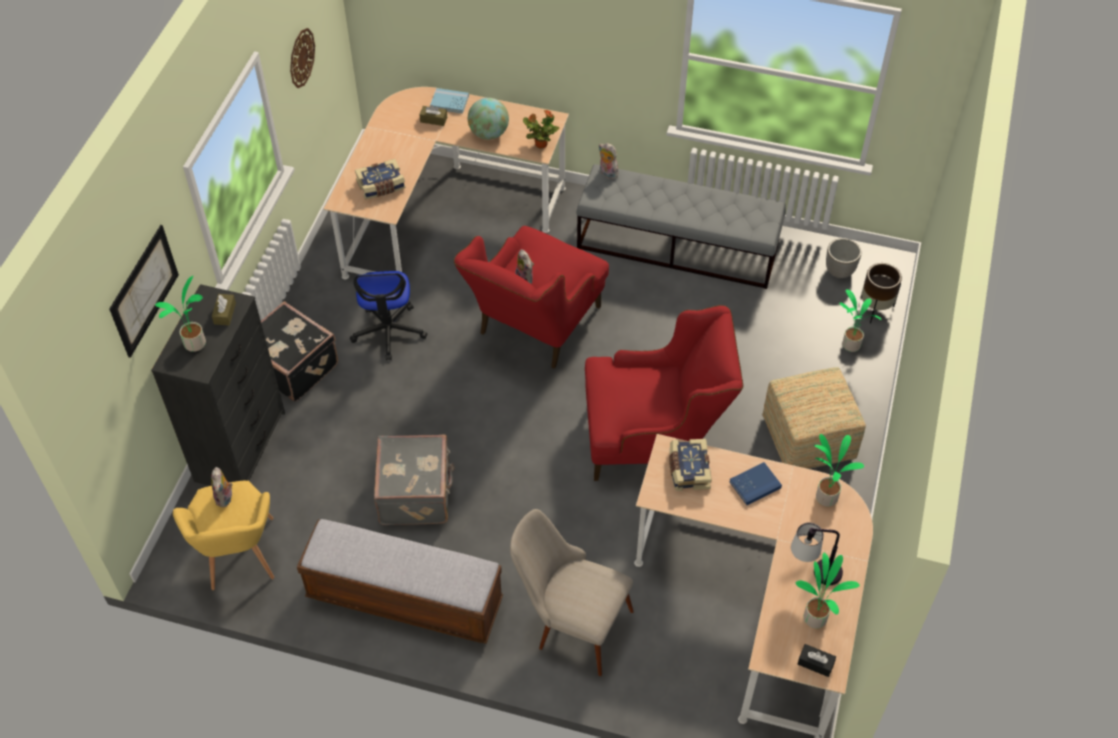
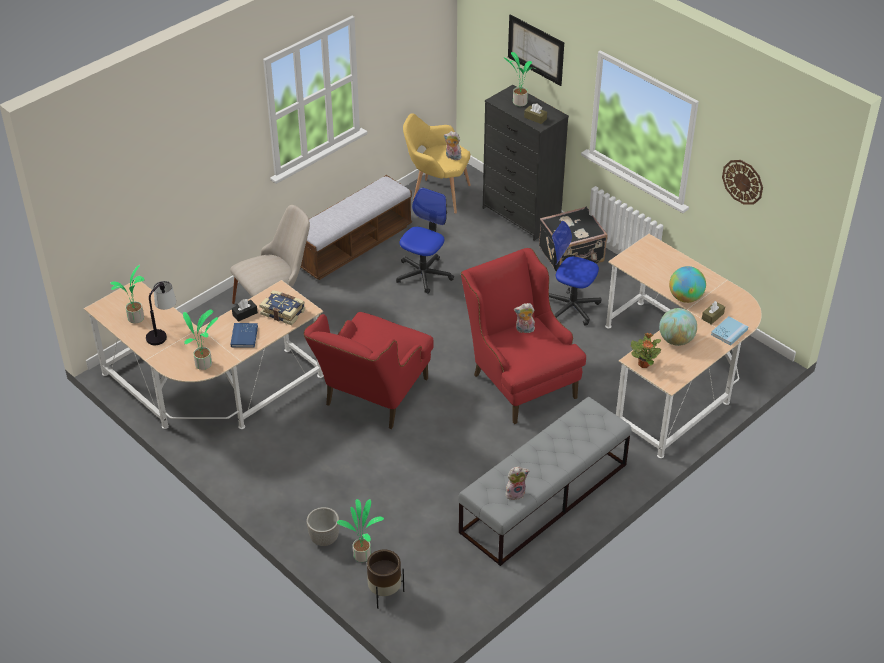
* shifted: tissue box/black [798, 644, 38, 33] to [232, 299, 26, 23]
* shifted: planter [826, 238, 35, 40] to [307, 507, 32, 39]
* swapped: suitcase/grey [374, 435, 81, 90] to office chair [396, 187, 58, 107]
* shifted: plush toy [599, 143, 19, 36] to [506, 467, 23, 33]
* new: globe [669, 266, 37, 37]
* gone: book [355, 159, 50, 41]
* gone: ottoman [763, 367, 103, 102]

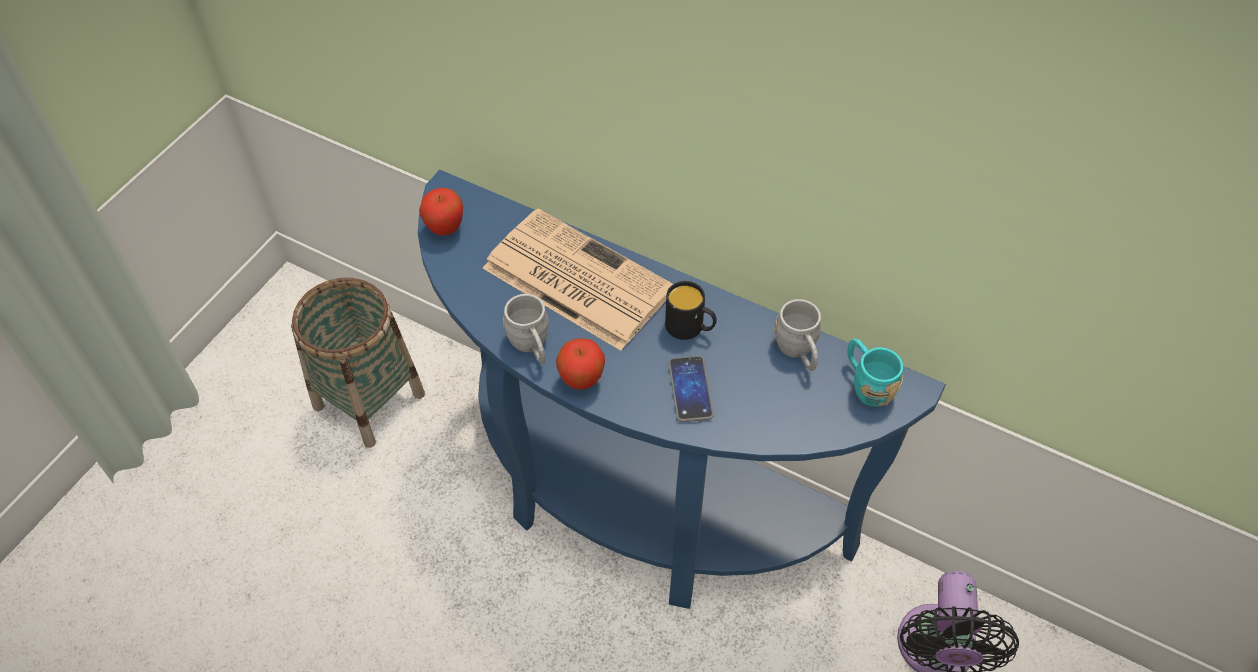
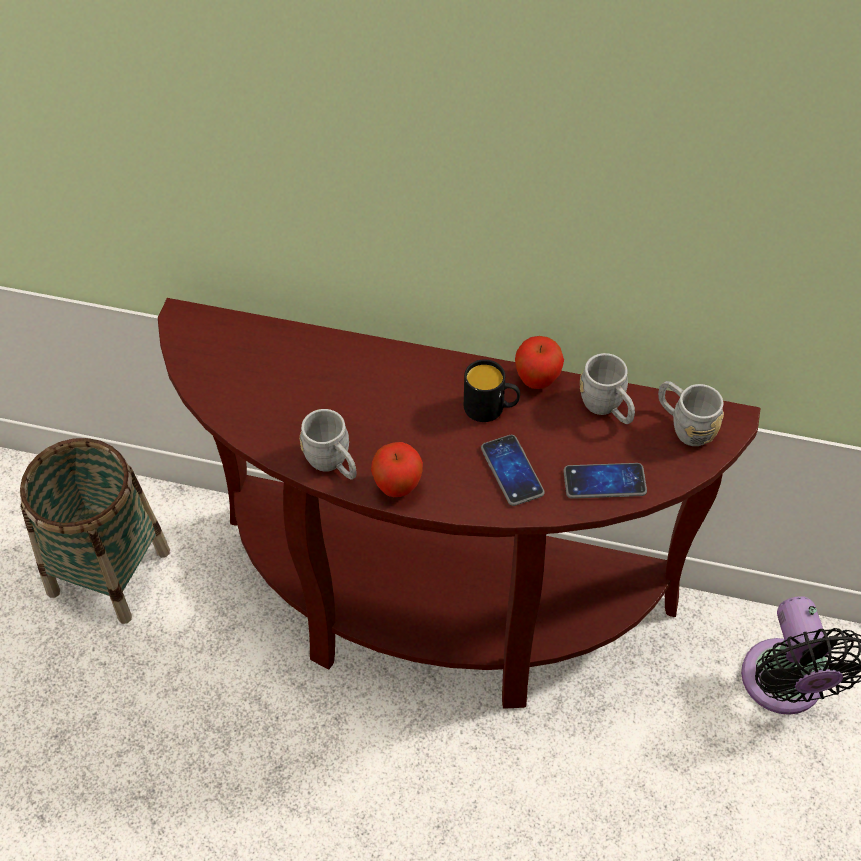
* repainted: console table/blue [418, 170, 528, 439] to console table/brown [158, 298, 602, 411]
* shifted: apple [419, 188, 44, 48] to [515, 336, 49, 53]
* new: phone [563, 463, 84, 36]
* repainted: mug/turquoise [847, 338, 56, 69] to mug/grey [658, 381, 66, 65]
* gone: newspaper [483, 208, 190, 143]

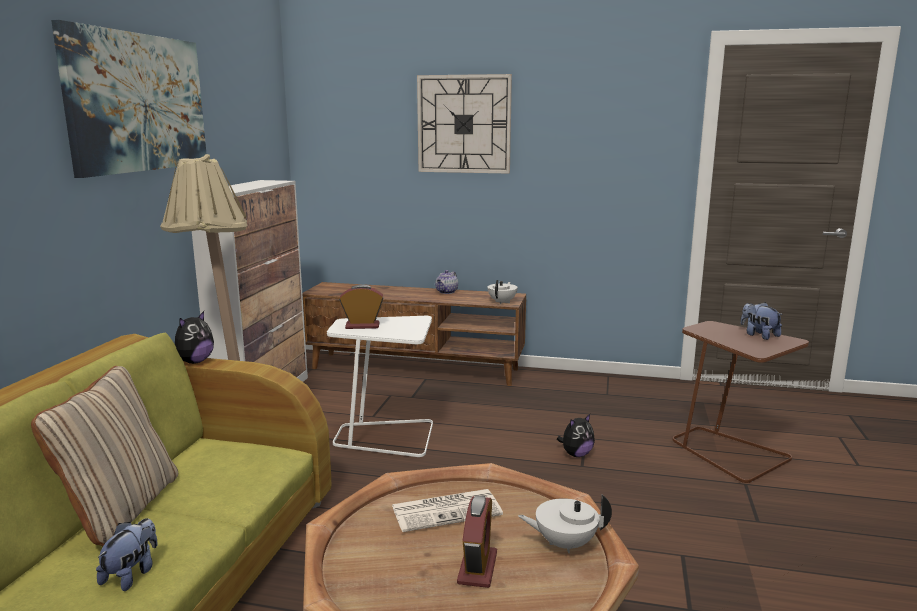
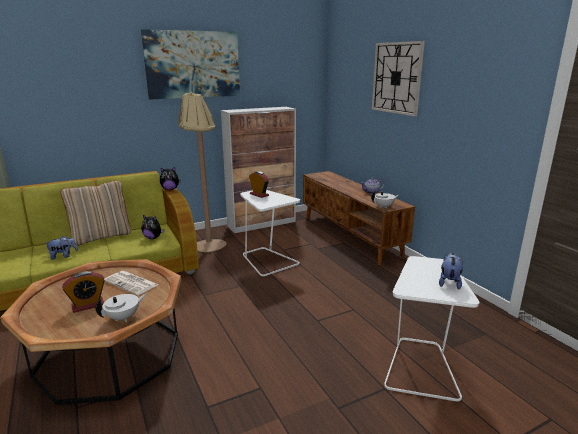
* rotated: teapot/white [518, 495, 94, 58] = [95, 293, 51, 29] 90 degrees clockwise
* shifted: plush toy [557, 414, 38, 43] to [142, 215, 23, 24]
* repainted: side table/brown [672, 321, 137, 162] to side table/white [384, 256, 96, 145]

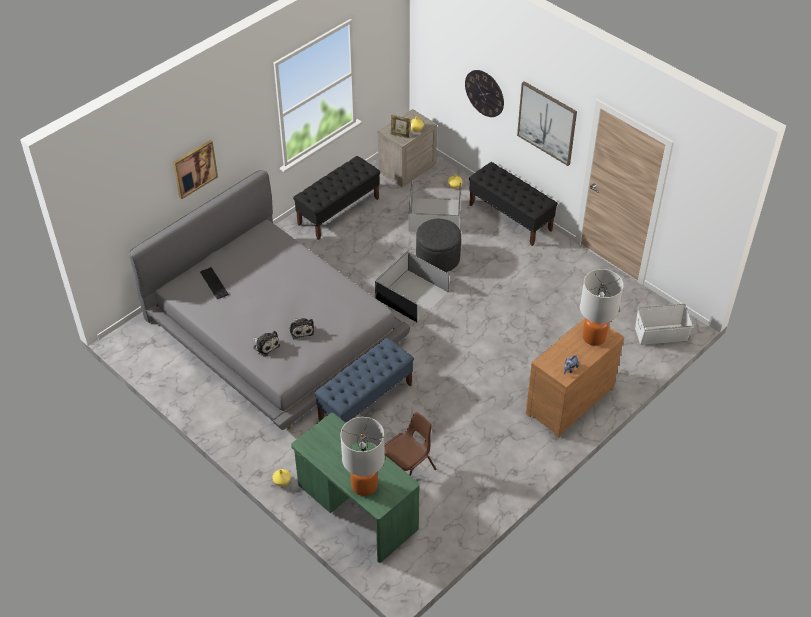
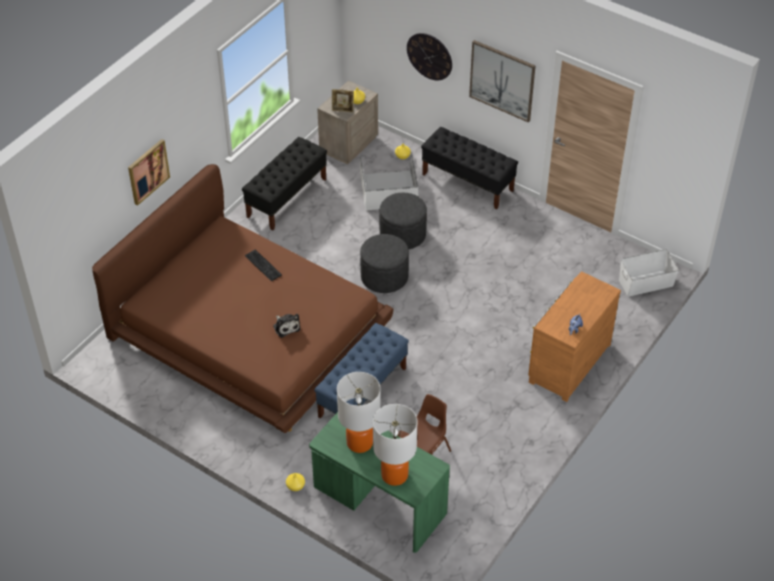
* repainted: bed/grey [129, 170, 281, 260] to bed/brown [92, 164, 302, 269]
* shifted: keyboard [200, 267, 29, 32] to [245, 250, 37, 31]
* shifted: table lamp [580, 269, 44, 77] to [337, 372, 44, 81]
* swapped: storage box/black [375, 251, 74, 71] to ottoman/grey [360, 234, 49, 59]
* gone: plush toy [252, 331, 28, 26]

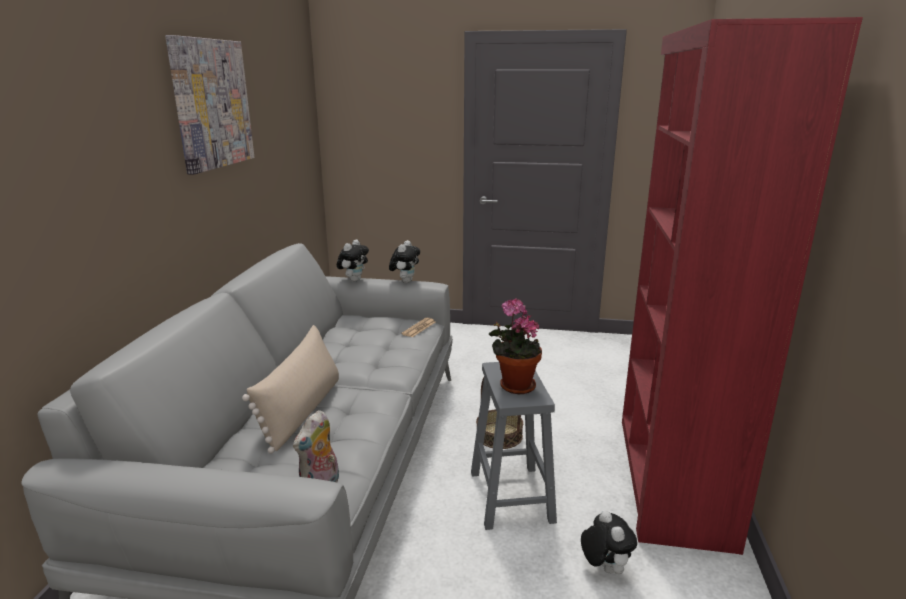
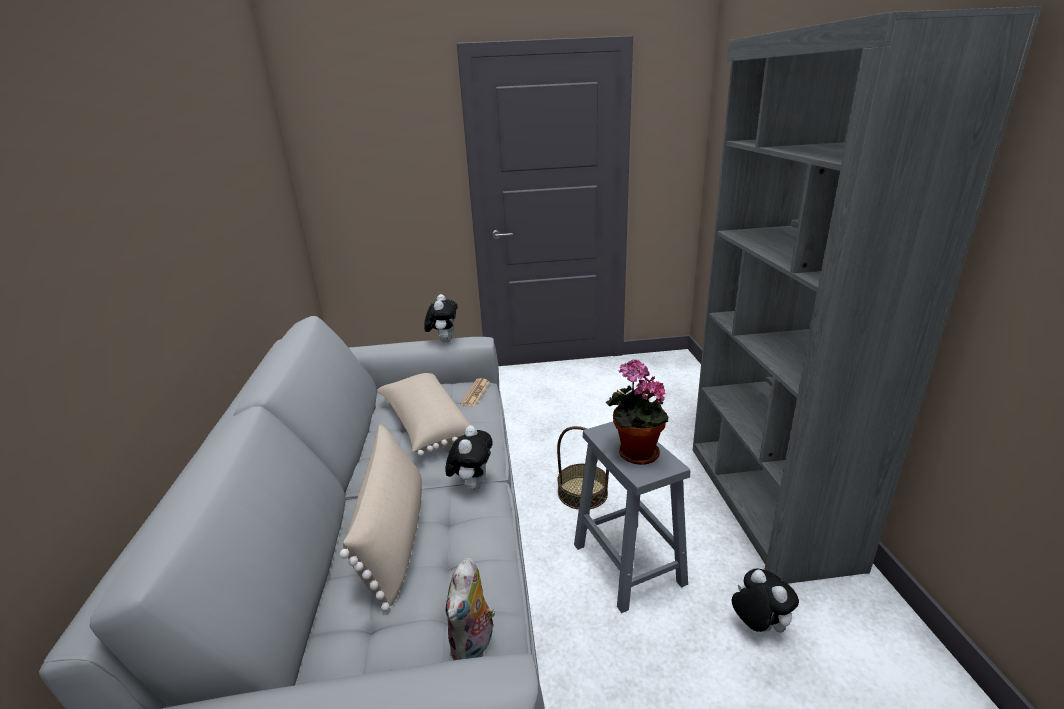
* new: pillow/beige [377, 373, 94, 83]
* shifted: plush toy [337, 239, 32, 43] to [445, 425, 48, 65]
* repainted: bookcase/red [622, 17, 241, 538] to bookcase/grey [693, 6, 350, 578]
* gone: picture [165, 35, 89, 140]

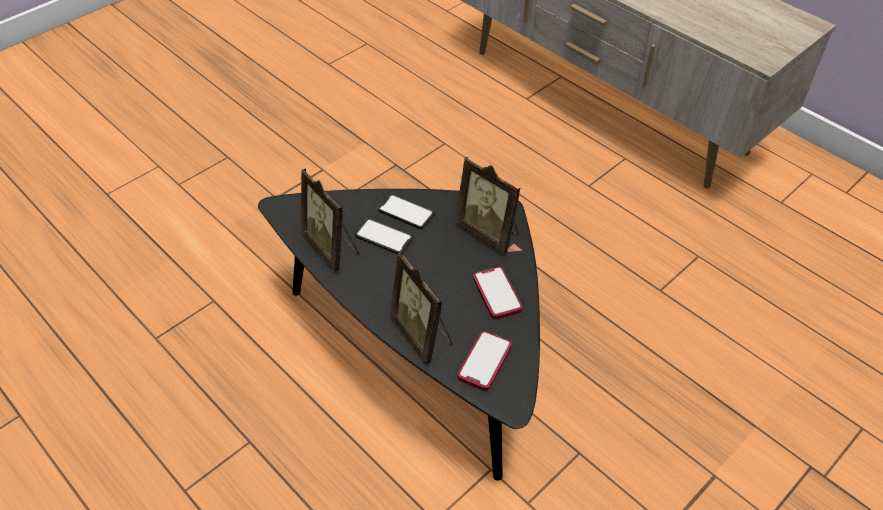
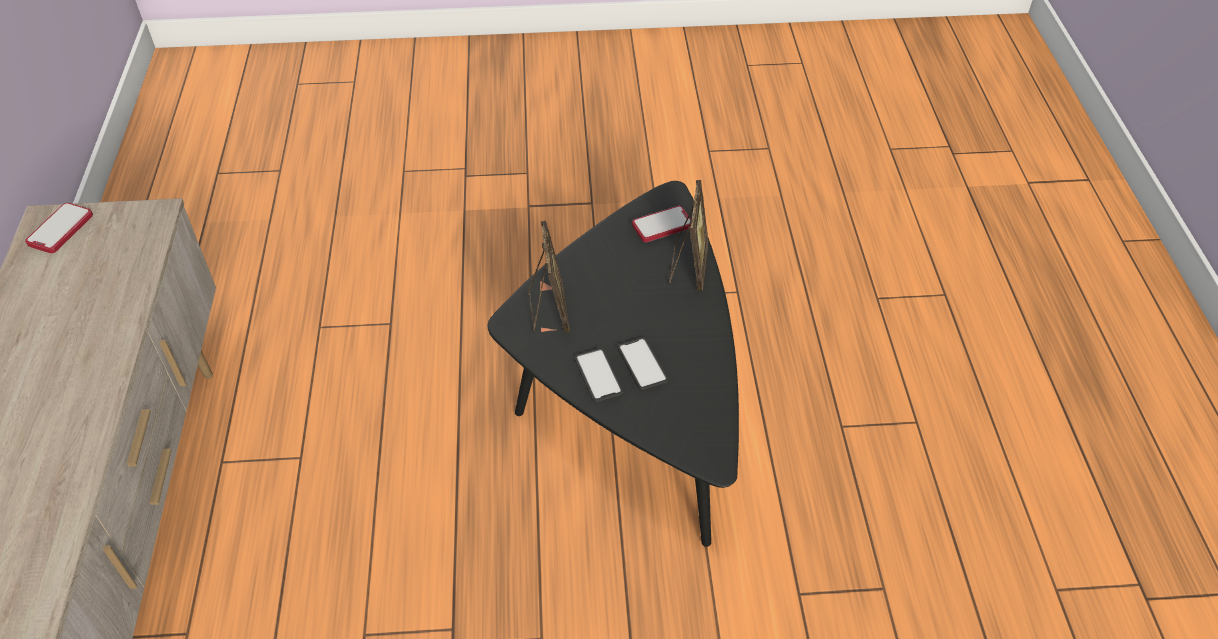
* shifted: phone [473, 267, 49, 52] to [25, 203, 68, 50]
* gone: picture frame [301, 168, 58, 104]

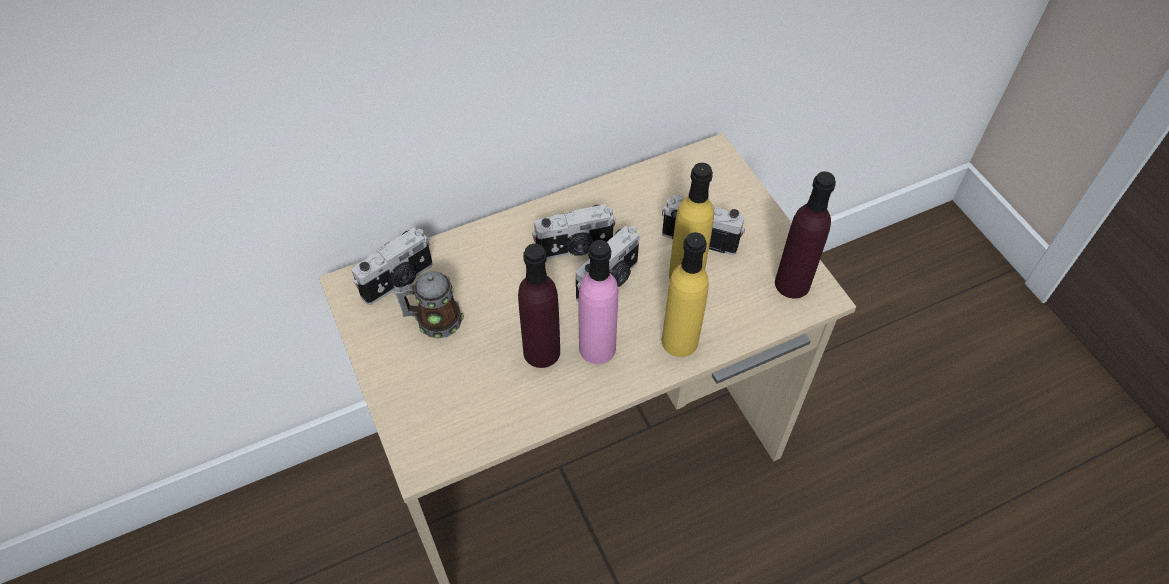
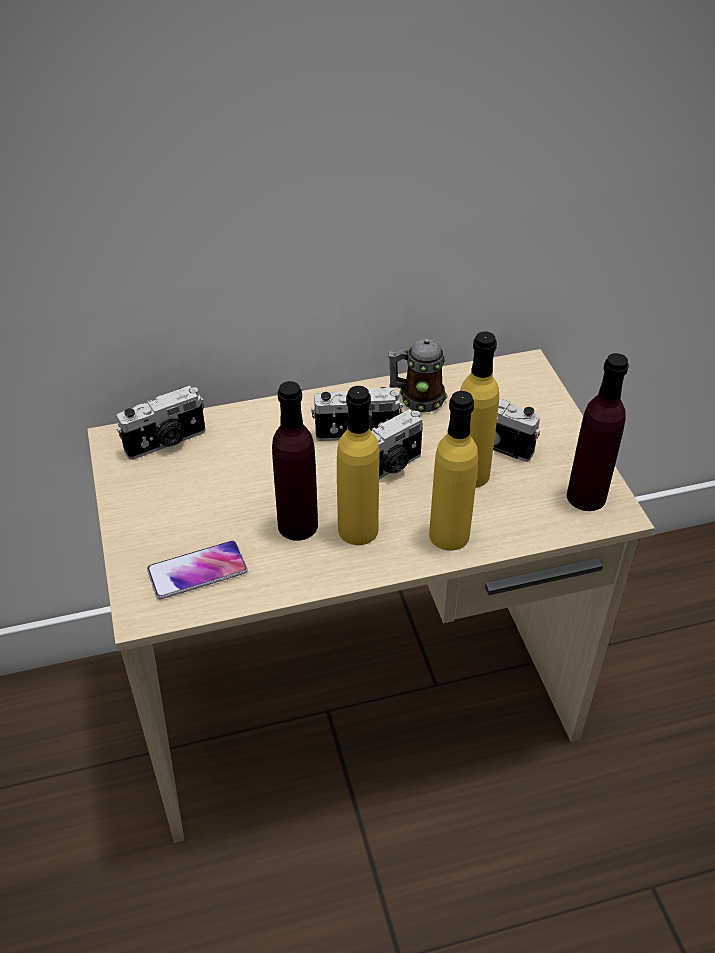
* new: phone [147, 541, 101, 58]
* repainted: bottle/pink [578, 240, 40, 124] to bottle/yellow [337, 386, 42, 159]
* shifted: mug [394, 271, 70, 68] to [388, 338, 59, 74]

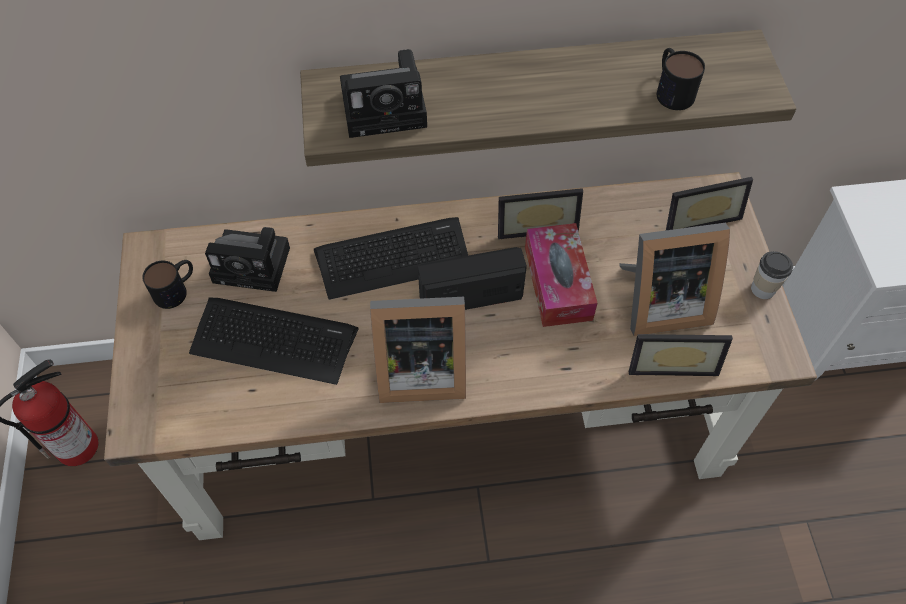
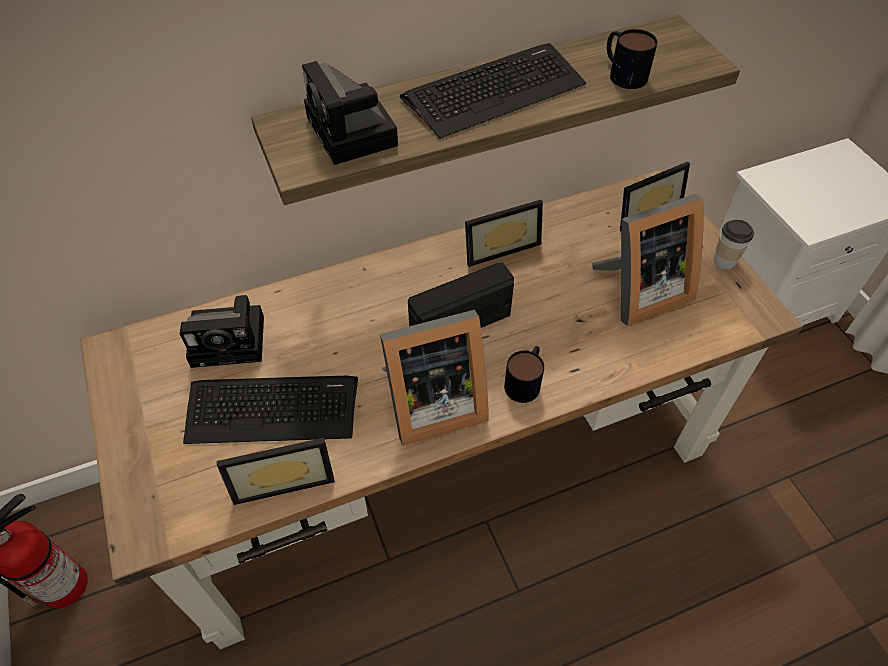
* shifted: picture frame [629, 334, 104, 42] to [216, 438, 119, 67]
* rotated: photo camera [340, 49, 87, 89] = [302, 61, 96, 104] 90 degrees clockwise
* shifted: keyboard [314, 217, 154, 83] to [400, 43, 186, 96]
* shifted: mug [142, 260, 51, 49] to [504, 346, 40, 57]
* gone: tissue box [525, 223, 73, 104]

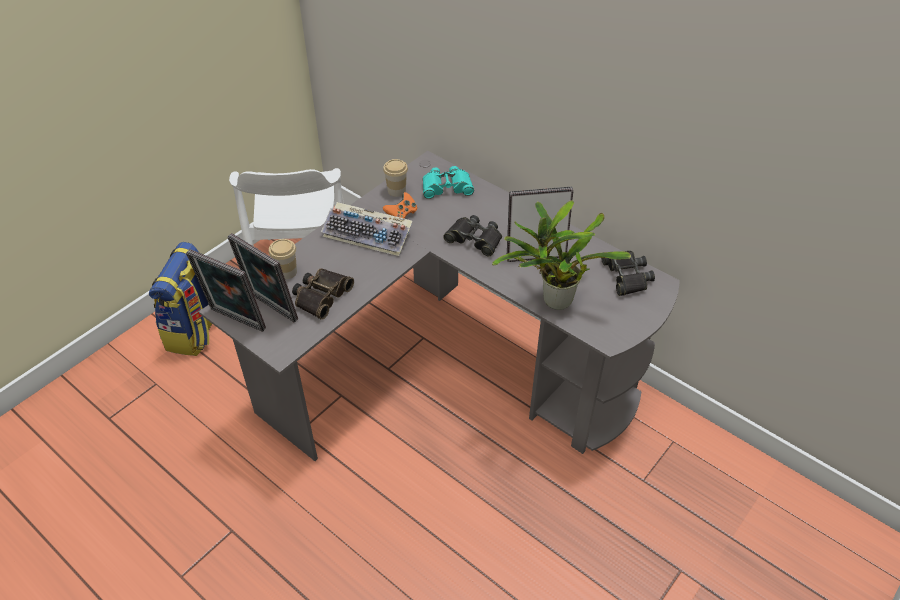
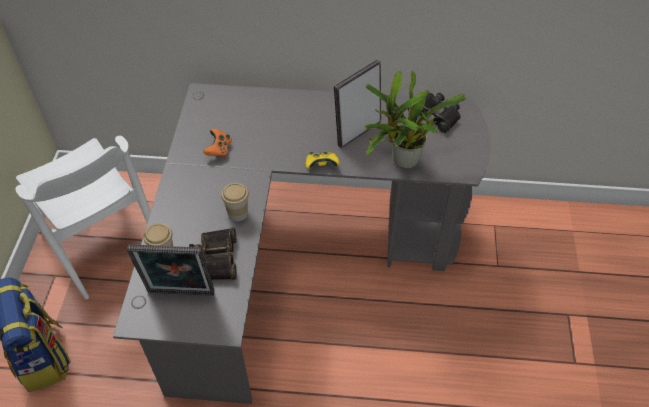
* shifted: cup [383, 159, 25, 38] to [221, 183, 28, 39]
* new: game controller/yellow [306, 152, 34, 17]
* gone: picture frame [186, 249, 80, 83]
* gone: keyboard [321, 202, 91, 54]
* gone: binoculars/turquoise [423, 166, 51, 33]
* gone: binoculars/black [443, 215, 59, 41]

